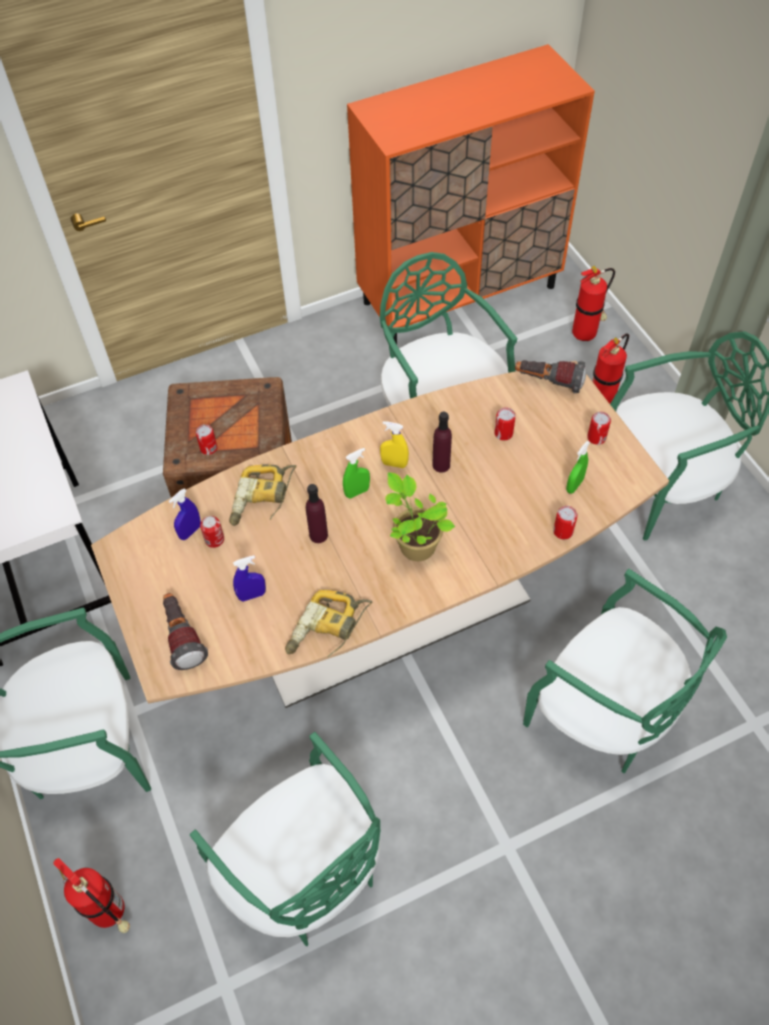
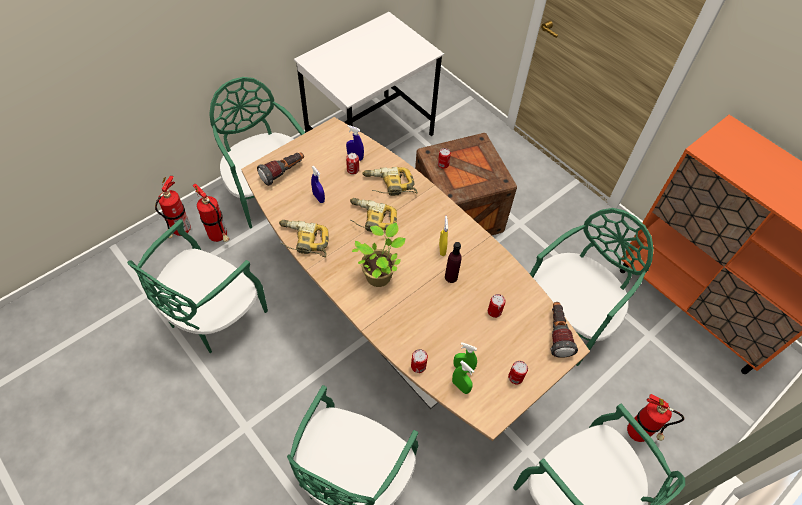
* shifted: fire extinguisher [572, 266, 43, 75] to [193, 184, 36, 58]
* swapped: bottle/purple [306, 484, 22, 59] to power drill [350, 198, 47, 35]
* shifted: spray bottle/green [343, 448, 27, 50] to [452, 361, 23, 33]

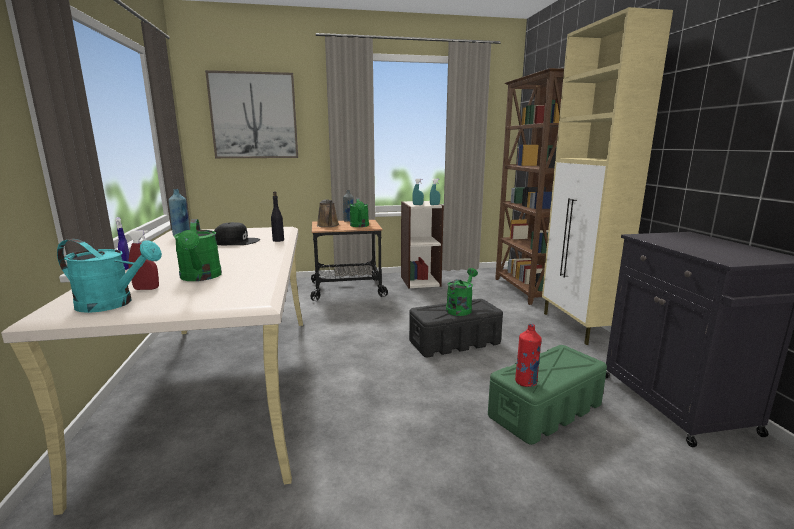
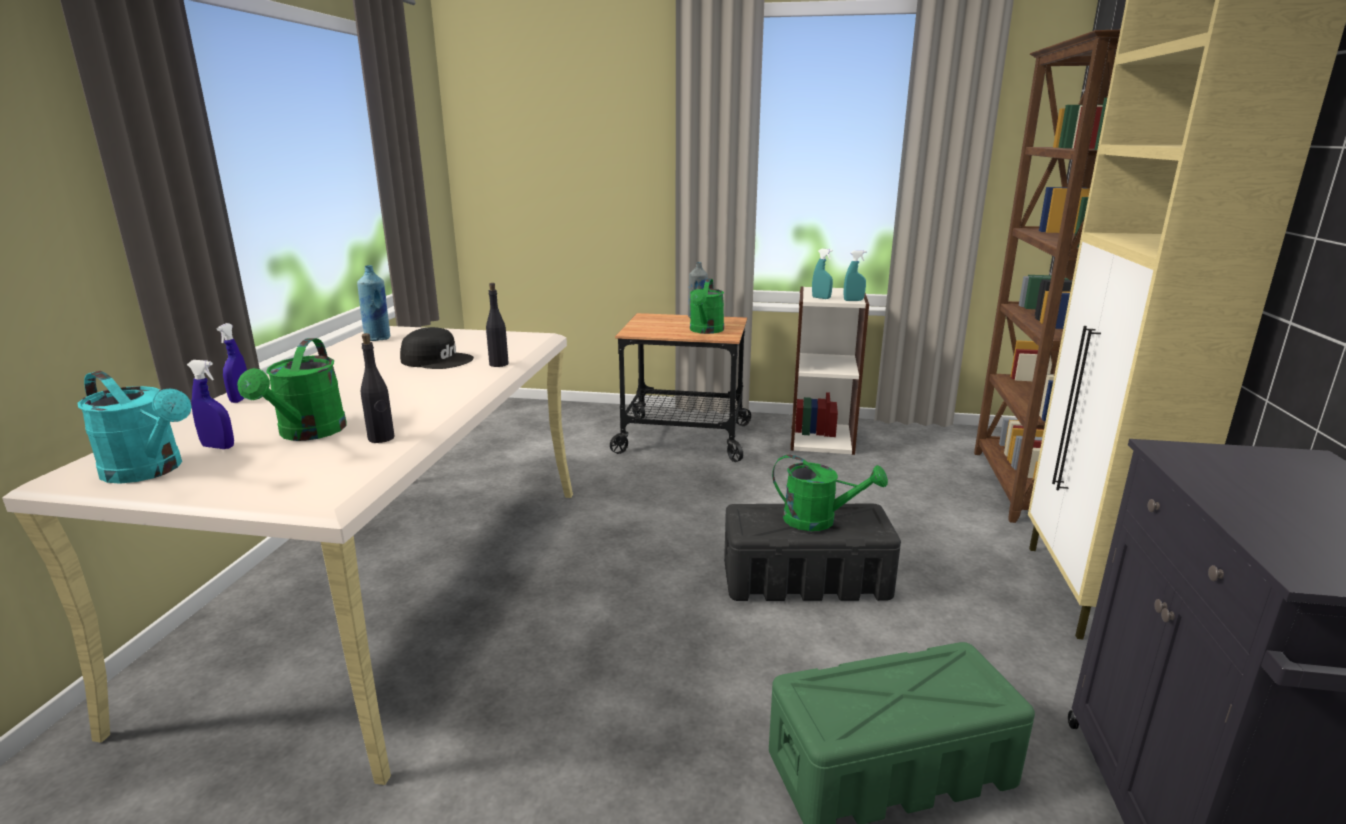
* repainted: spray bottle/red [128, 230, 31, 60] to spray bottle/blue [187, 360, 47, 89]
* new: bottle/black [361, 333, 34, 110]
* rotated: watering can/green [446, 268, 32, 48] = [772, 455, 116, 76] 60 degrees clockwise
* gone: picture [205, 70, 93, 88]
* gone: watering can/brown [317, 199, 22, 28]
* gone: bottle/red [515, 324, 27, 63]

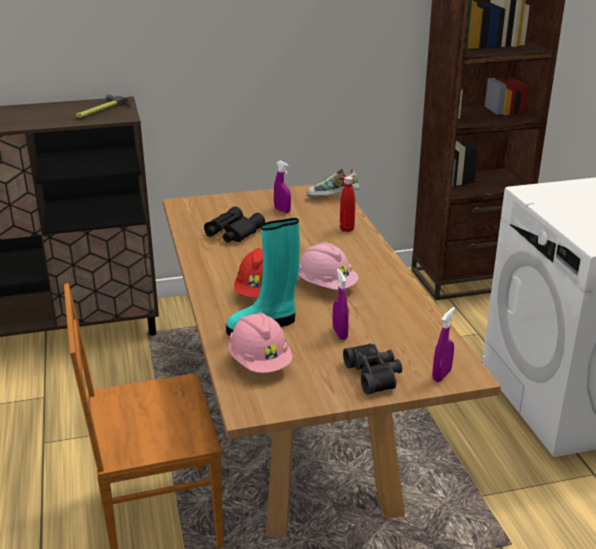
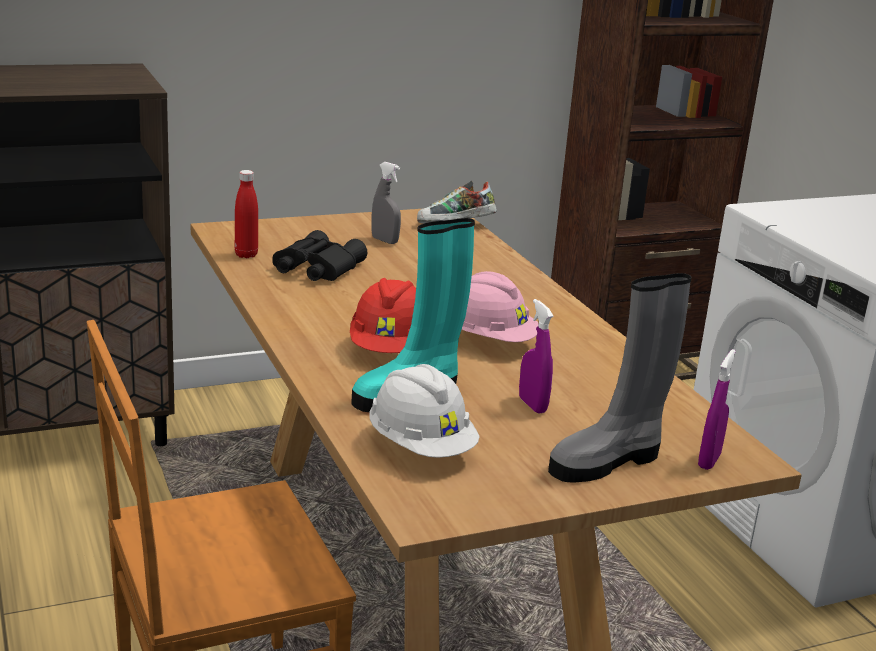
* shifted: bottle/red [340, 176, 15, 56] to [235, 170, 23, 88]
* repainted: hard hat/pink [228, 312, 65, 61] to hard hat/white [369, 364, 111, 94]
* repainted: spray bottle/purple [274, 161, 17, 52] to spray bottle/grey [371, 162, 30, 82]
* swapped: binoculars/black [343, 343, 59, 52] to boot/grey [548, 273, 144, 209]
* gone: hammer [76, 94, 55, 24]

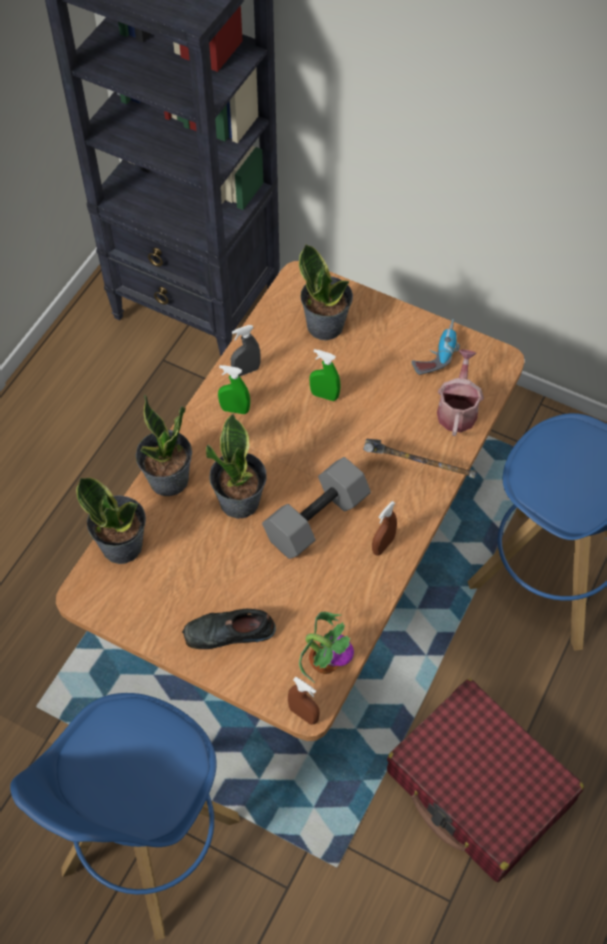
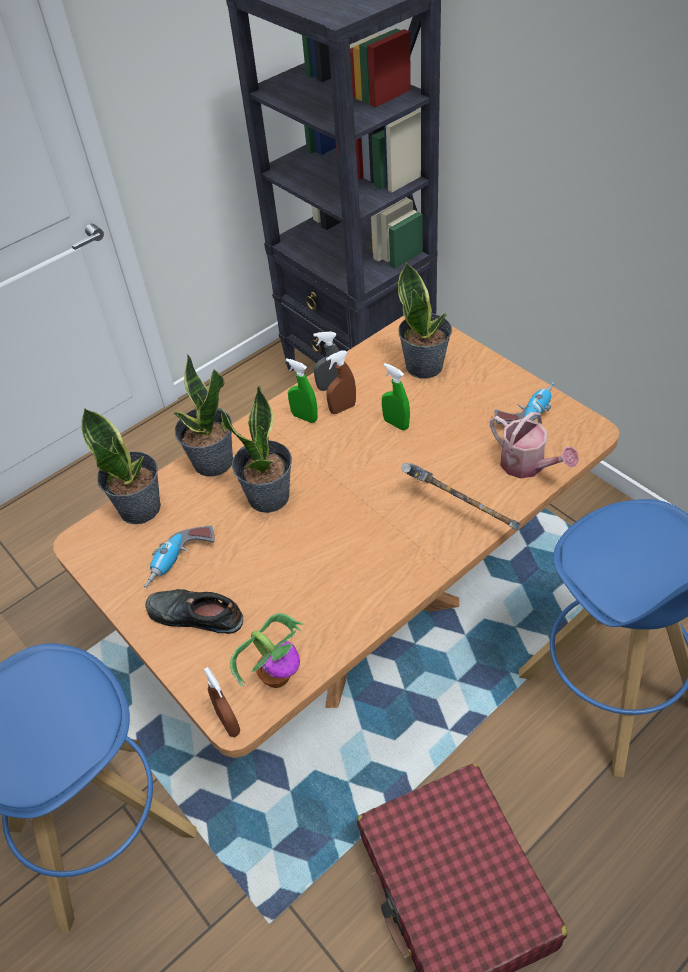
* new: power drill [144, 526, 71, 62]
* shifted: spray bottle/brown [372, 501, 25, 55] to [326, 350, 30, 64]
* rotated: watering can [437, 350, 47, 86] = [490, 412, 89, 67] 105 degrees clockwise
* gone: dumbbell/grey [262, 457, 109, 102]

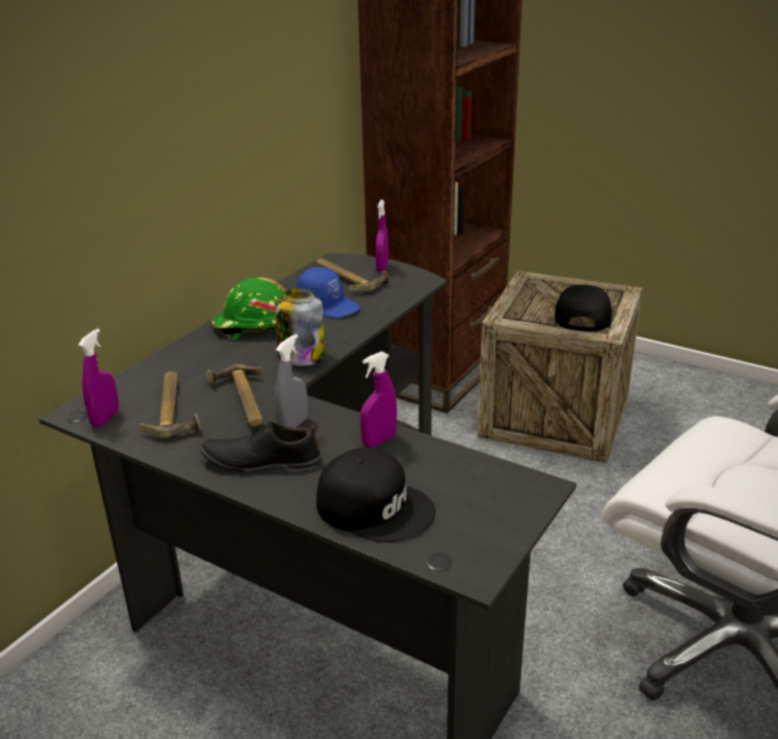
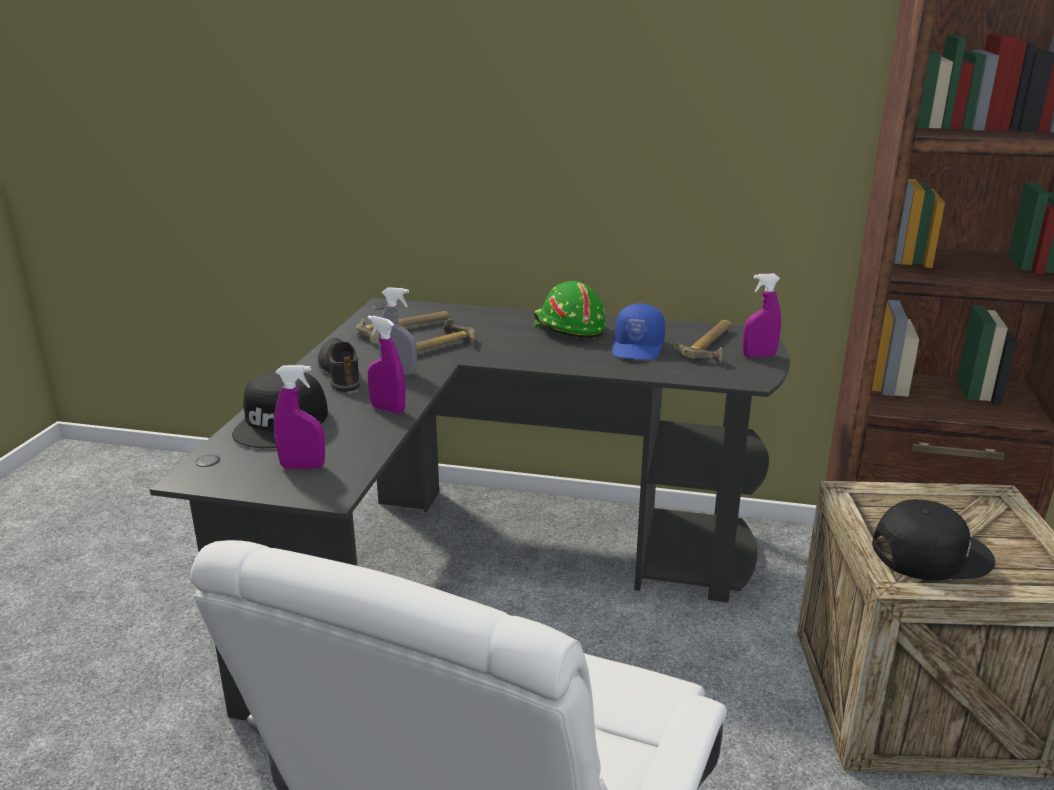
* shifted: spray bottle/purple [78, 329, 41, 98] to [274, 365, 51, 104]
* gone: jar [276, 288, 48, 78]

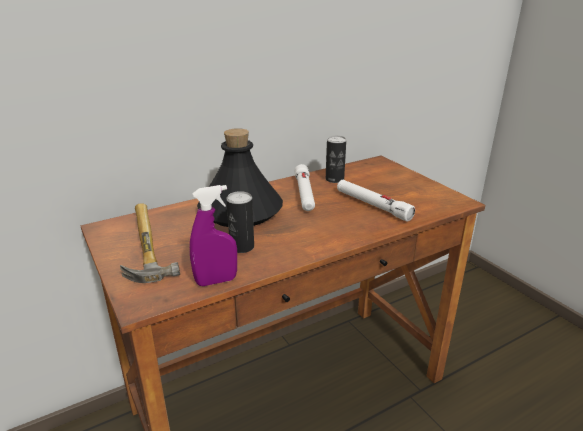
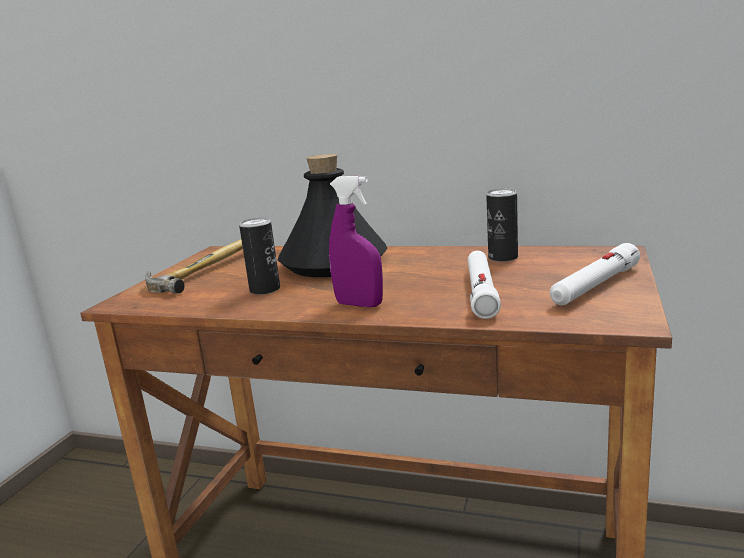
* shifted: spray bottle/purple [190, 185, 47, 101] to [329, 176, 54, 132]
* shifted: flashlight/white [295, 164, 20, 47] to [550, 243, 90, 62]

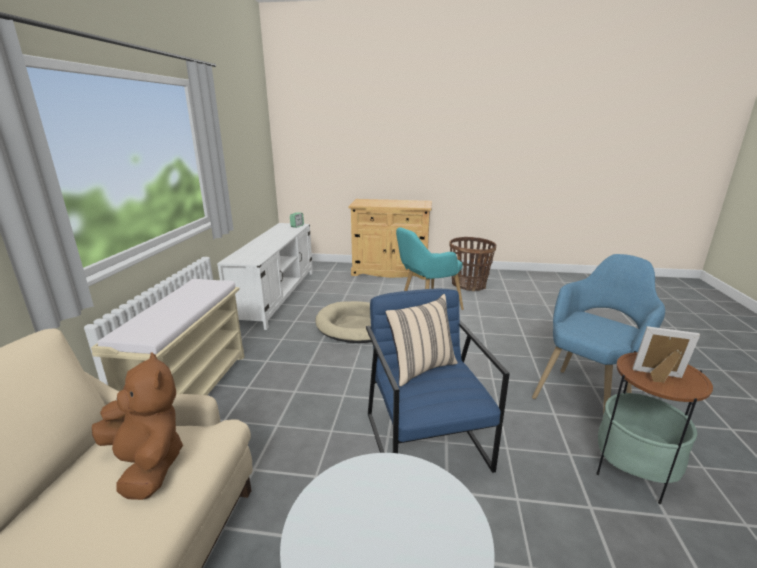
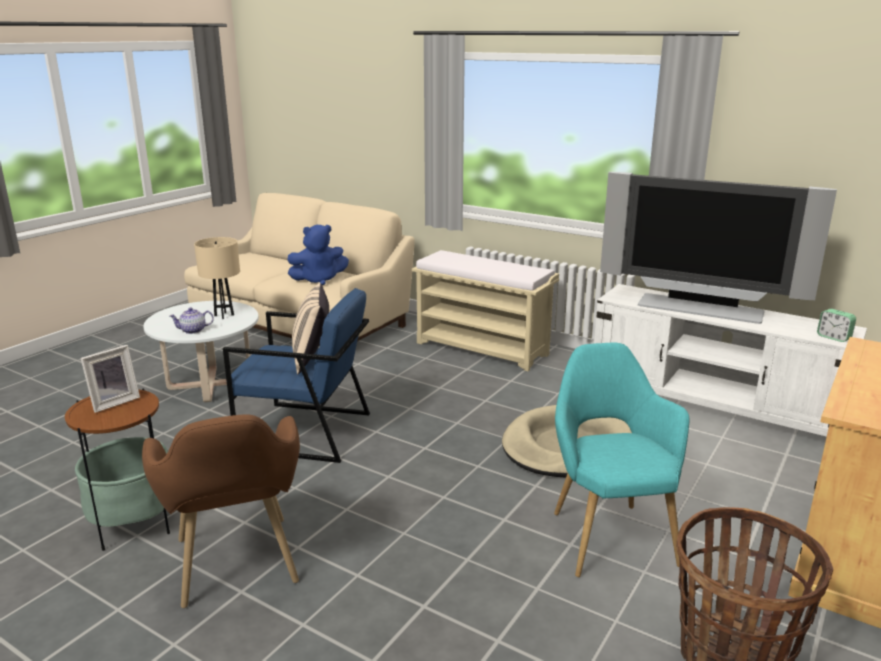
* repainted: armchair/blue [532, 254, 133, 160] to armchair/brown [142, 414, 158, 194]
* new: teapot [169, 307, 45, 27]
* new: table lamp/beige [194, 237, 46, 82]
* repainted: plush toy/brown [92, 352, 91, 148] to plush toy/blue [287, 225, 62, 60]
* new: television [600, 172, 237, 152]

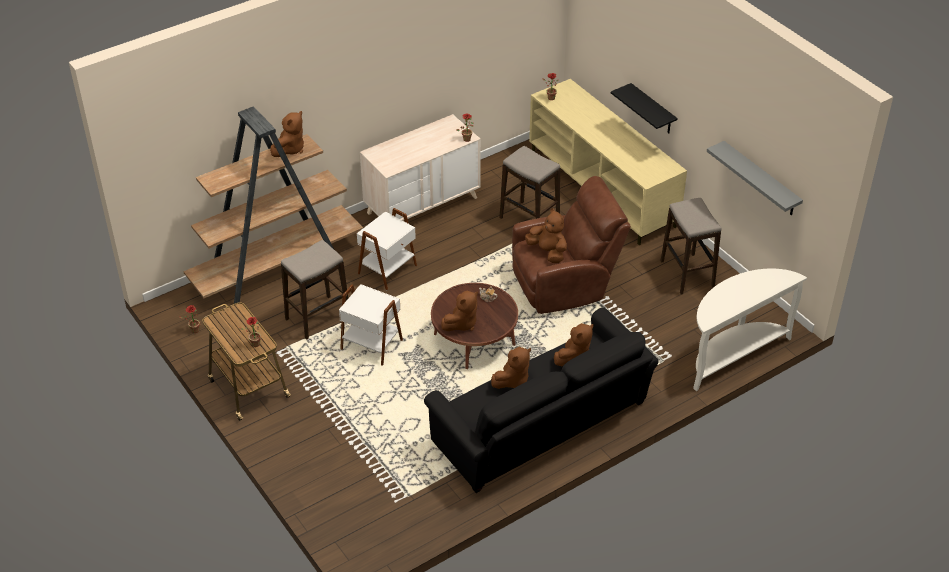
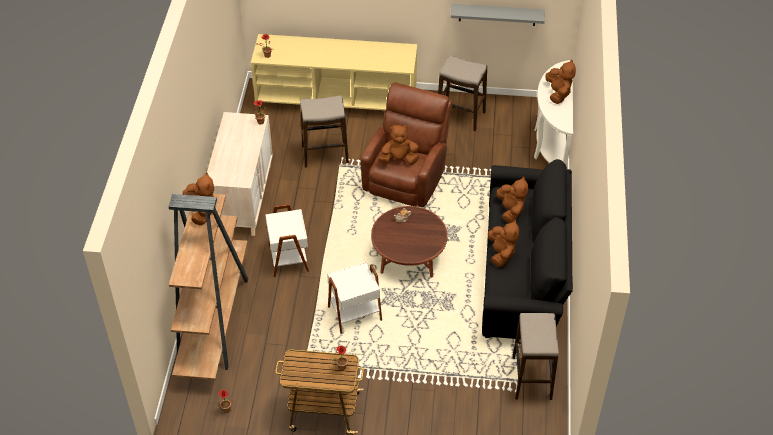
* shifted: stool [281, 240, 67, 100] to [512, 313, 47, 87]
* shifted: plush toy/brown [441, 291, 37, 40] to [545, 59, 31, 45]
* gone: shelf/black [611, 83, 67, 50]

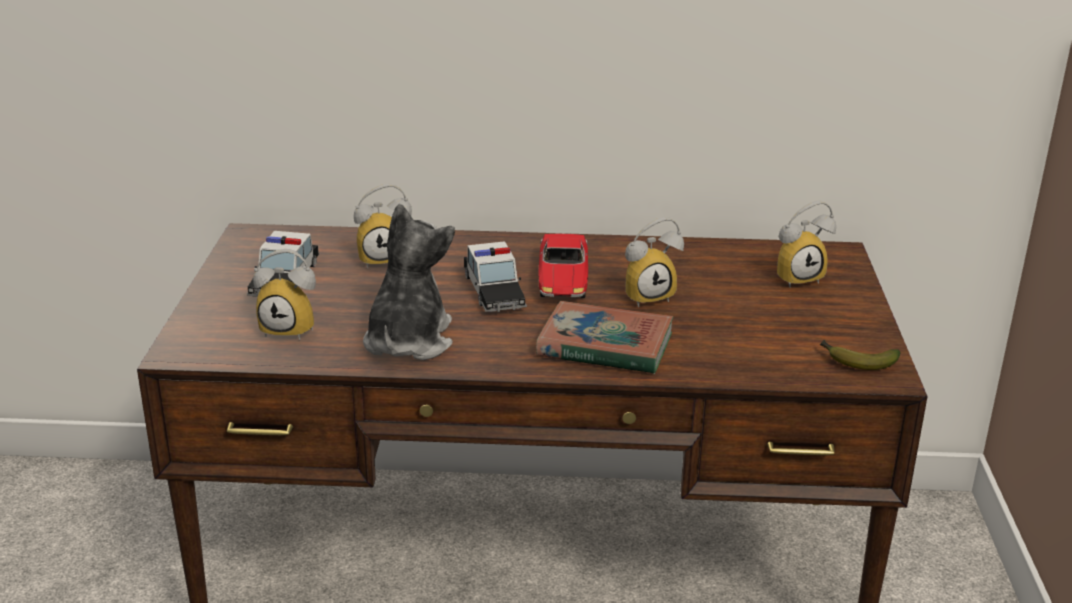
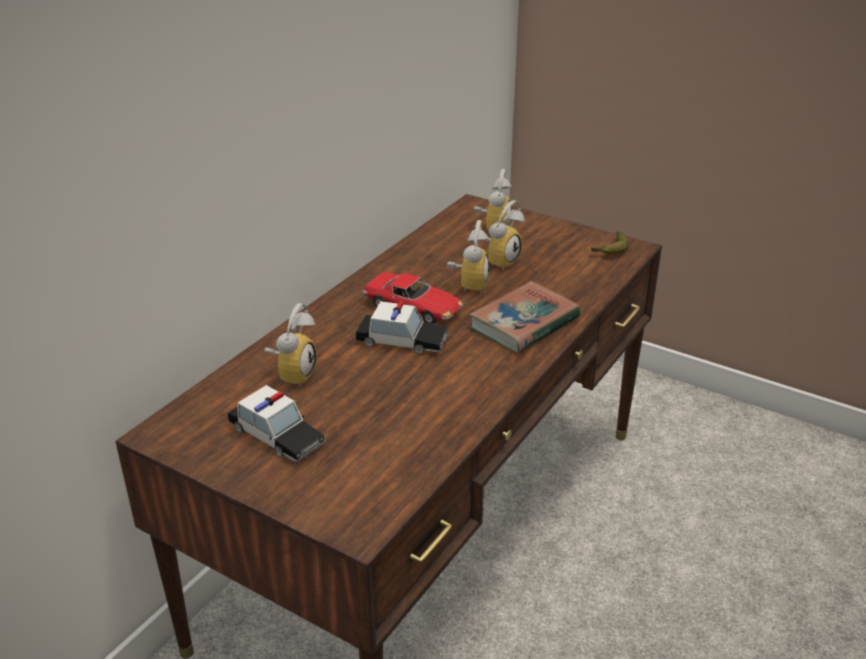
* shifted: alarm clock [253, 249, 63, 91] to [485, 200, 40, 71]
* gone: plush toy [363, 204, 92, 156]

